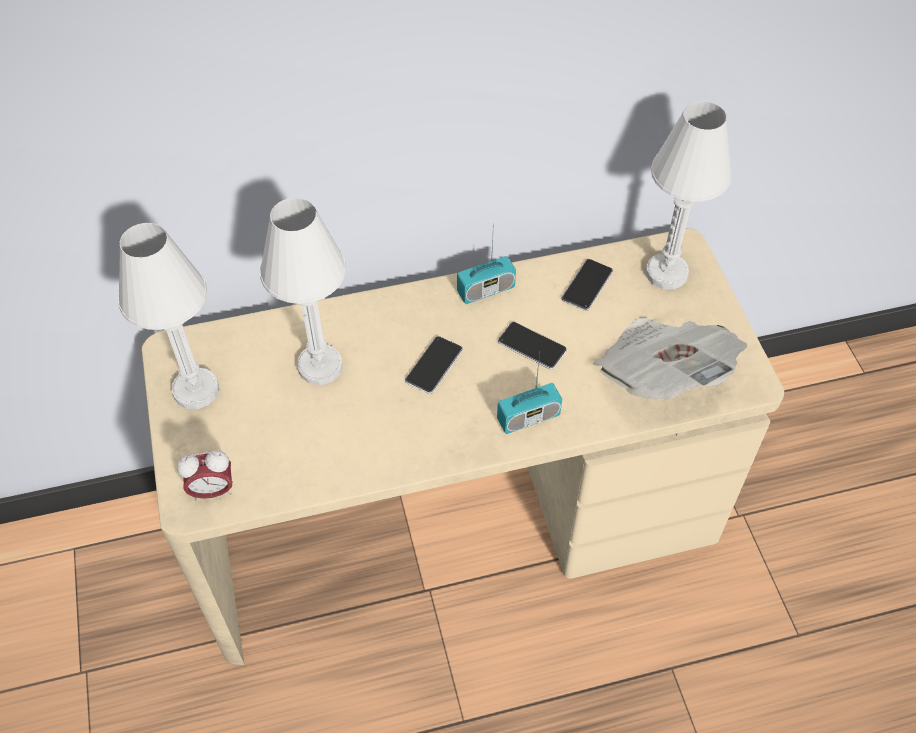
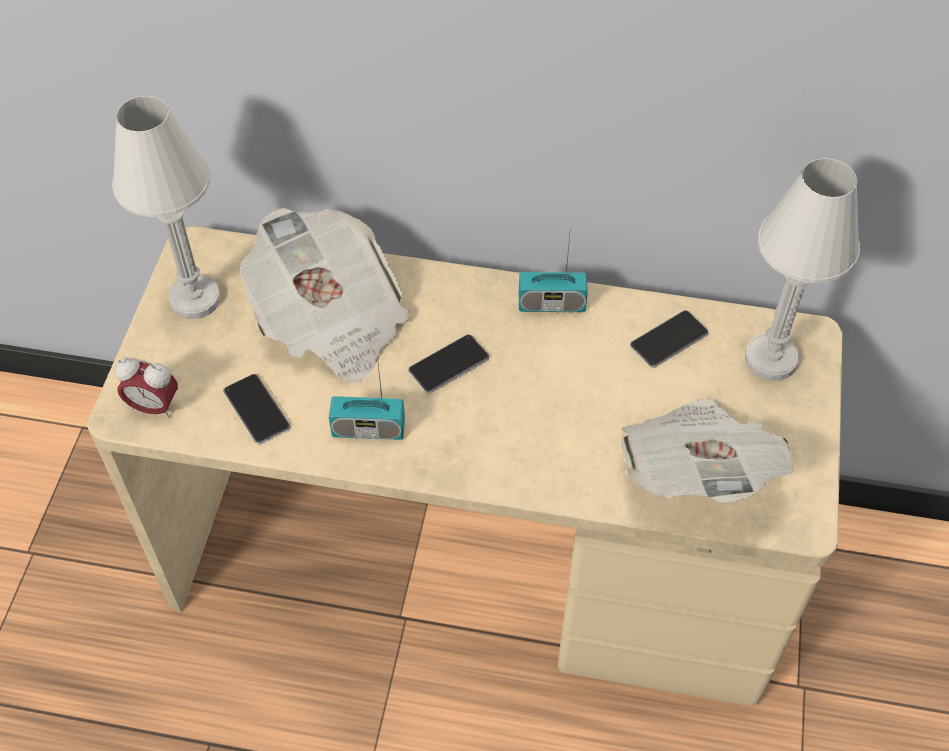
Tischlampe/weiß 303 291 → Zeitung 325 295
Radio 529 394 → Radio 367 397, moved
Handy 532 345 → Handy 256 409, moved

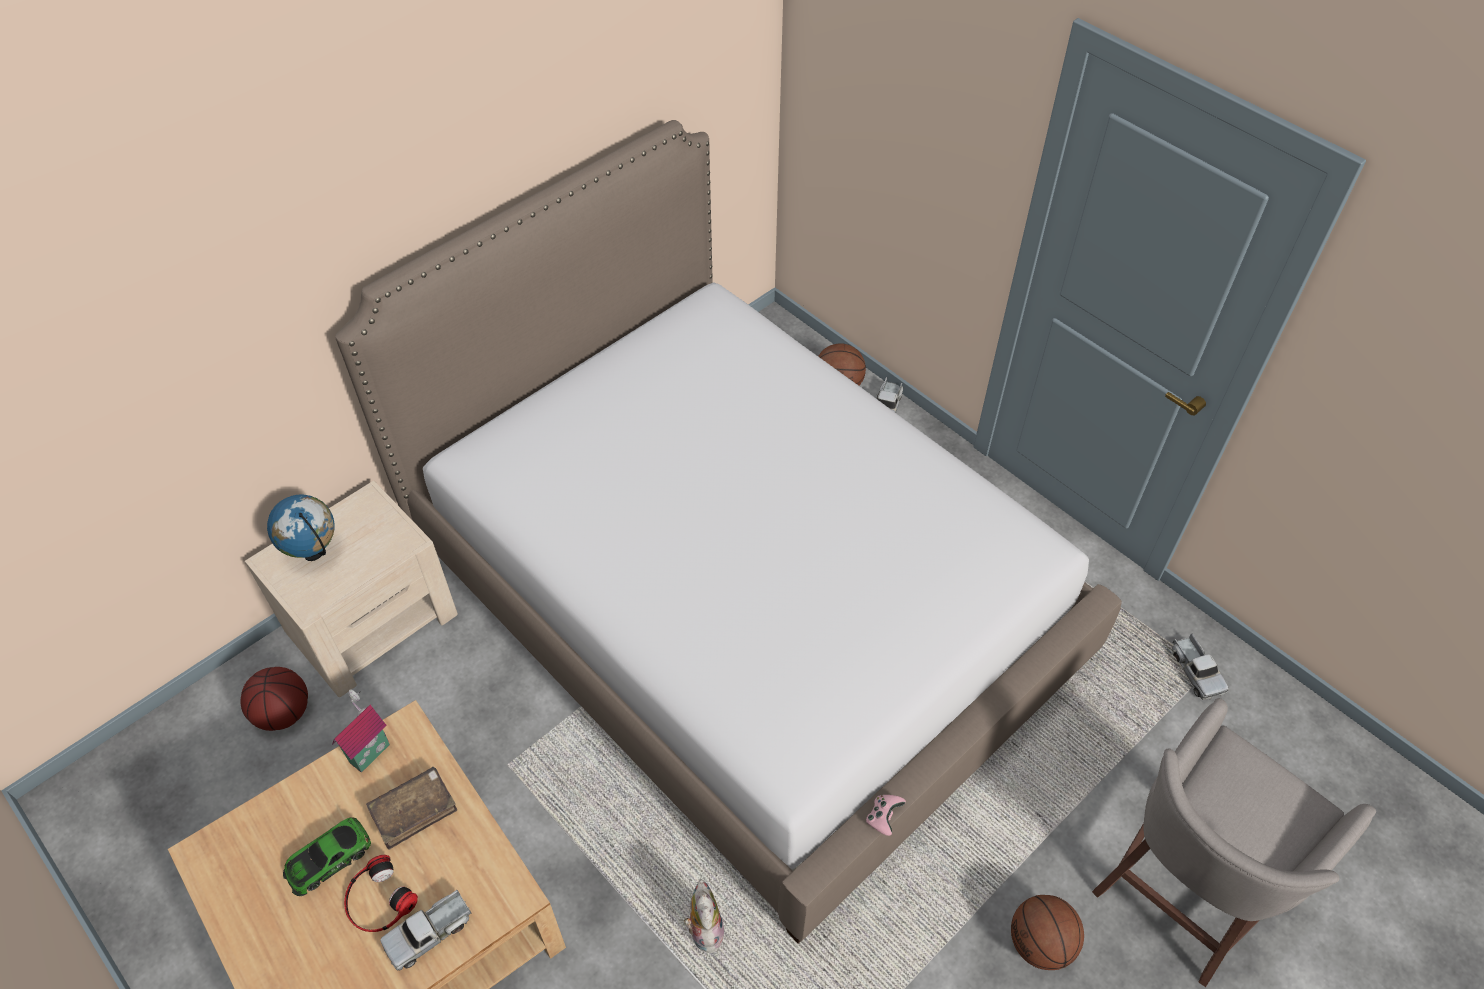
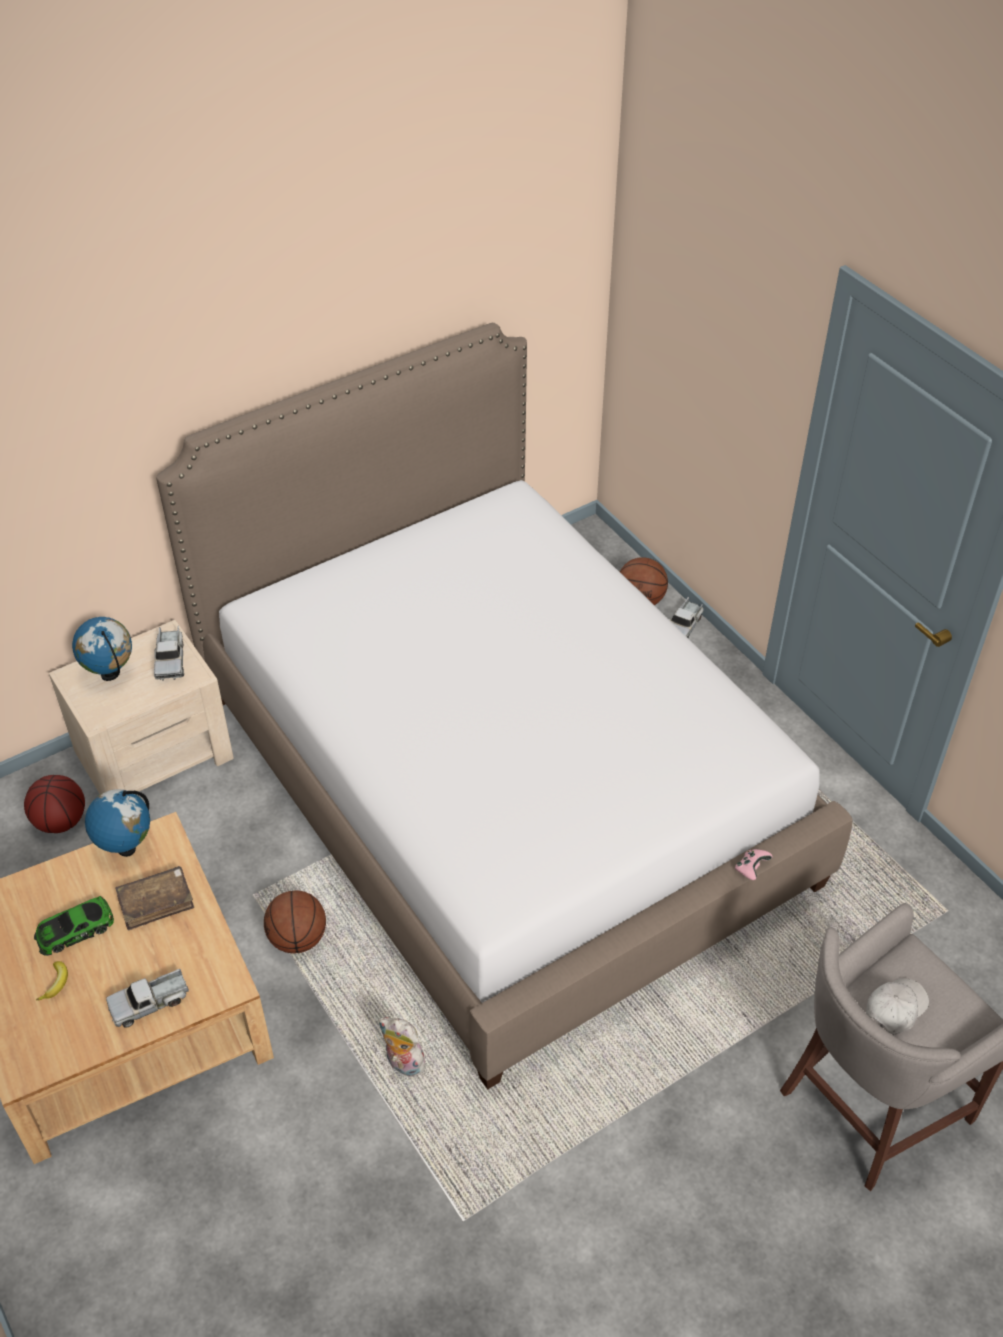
Spielzeughaus 361 731 → Globus 117 823
Kopfhörer 381 893 → -
Plüschtier 704 916 → Plüschtier 404 1047, 60 degrees counterclockwise
Gamepad/rosa 886 815 → Gamepad/rosa 754 864, moved
Basketball 1047 932 → Basketball 295 922, moved
Spielzeuglaster 1200 666 → Spielzeuglaster 169 653, moved
- → Banane 52 981
- → Kappe/weiß 897 1006

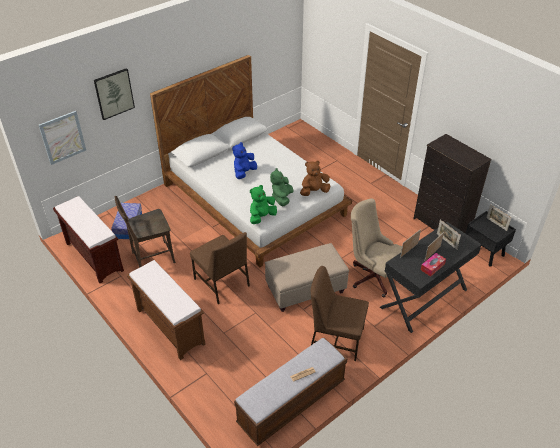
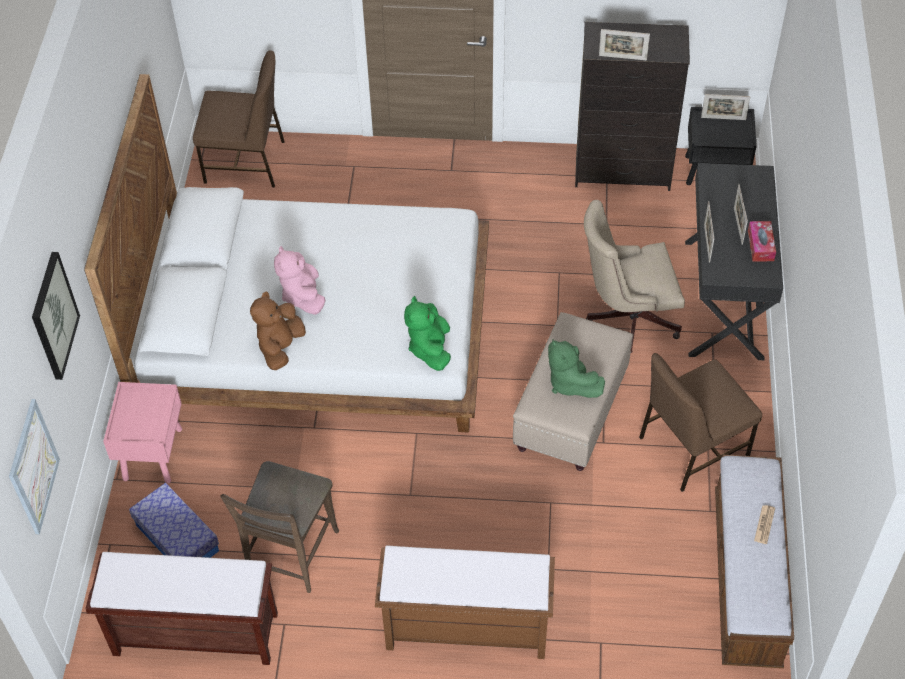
Stuhl/braun 220 268 → Stuhl/braun 239 119, moved
Plüschtier/blau 244 160 → Plüschtier/rosa 300 280
Plüschtier/grün 282 187 → Plüschtier/grün 576 368, moved
Plüschtier/braun 315 178 → Plüschtier/braun 278 331, moved
Bilderrahmen 449 234 → Bilderrahmen 624 44, moved
- → Nachttisch/rosa 142 433

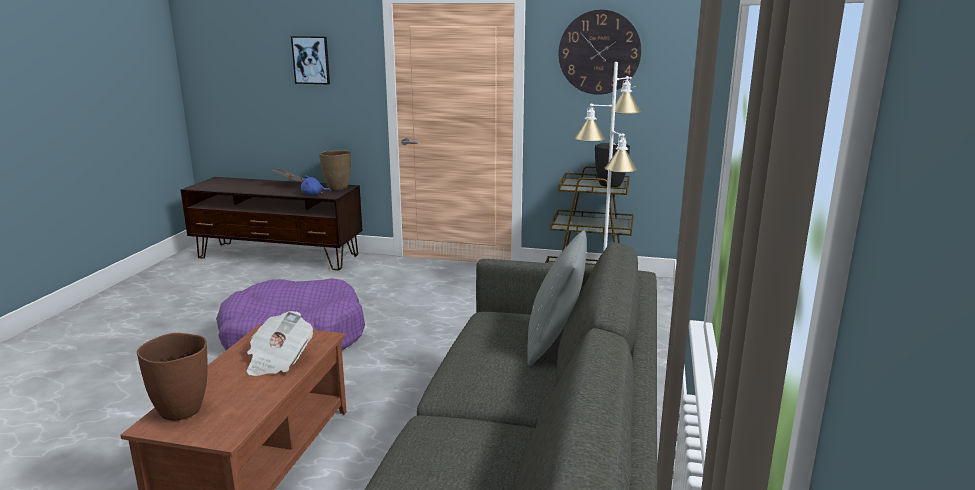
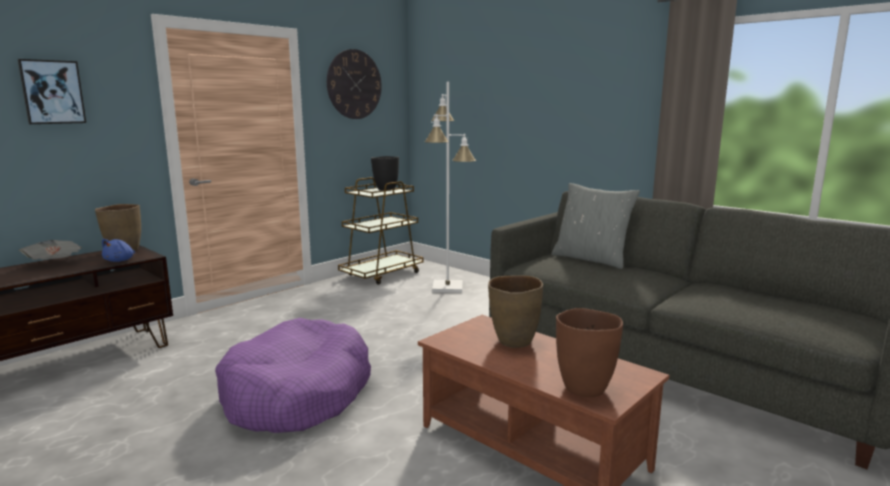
Zeitung 279 343 → Vase/braun 515 311

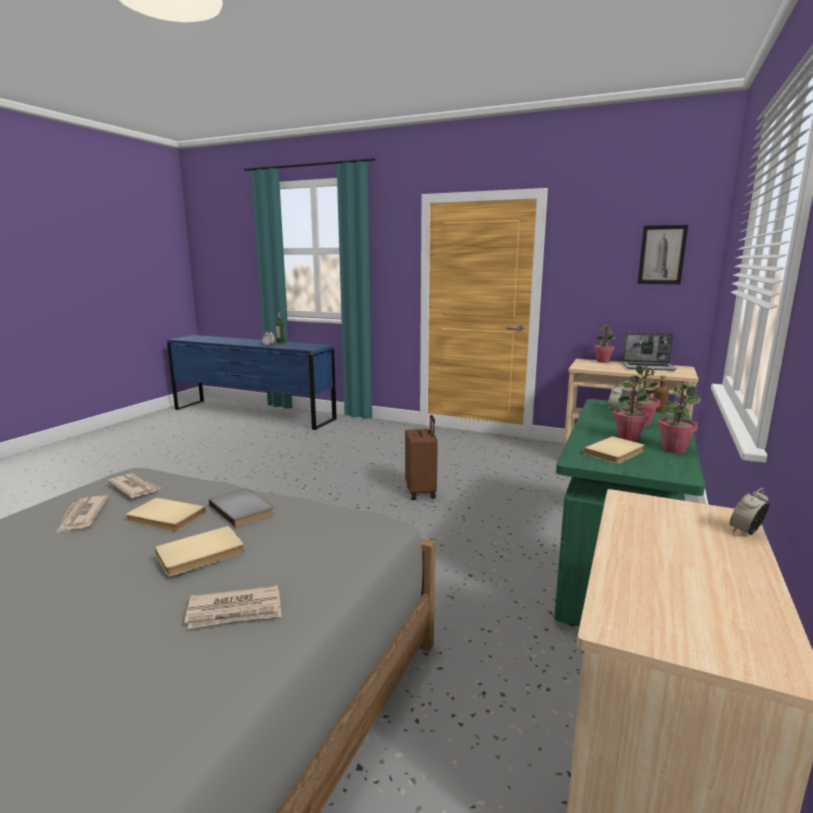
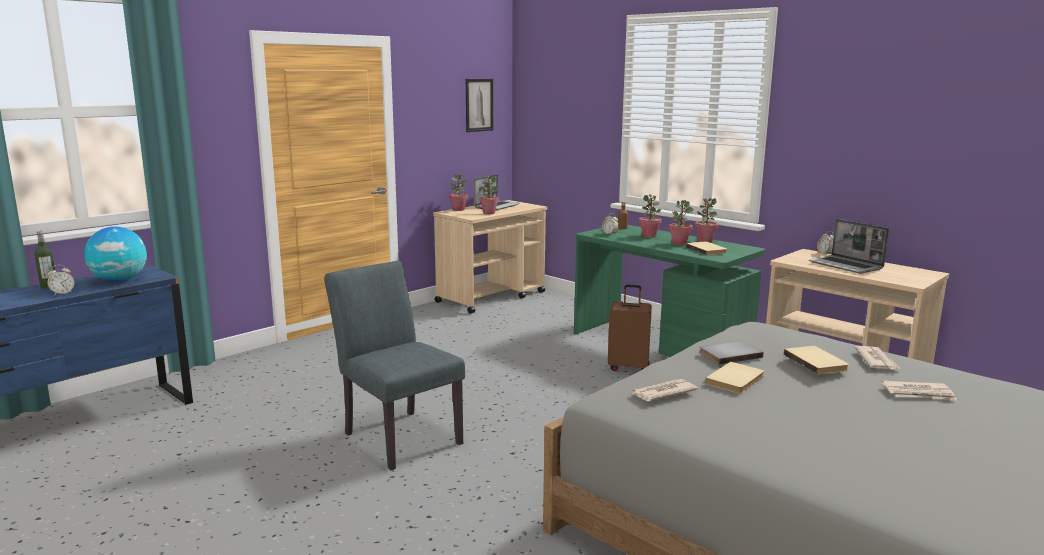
Zeitung 82 514 → Zeitung 919 391, moved
Koffer/braun 421 457 → Koffer/braun 630 327, moved
- → Globus 115 254
- → Stuhl/grau 395 365
- → Topfpflanze 489 195
- → Laptop 849 246

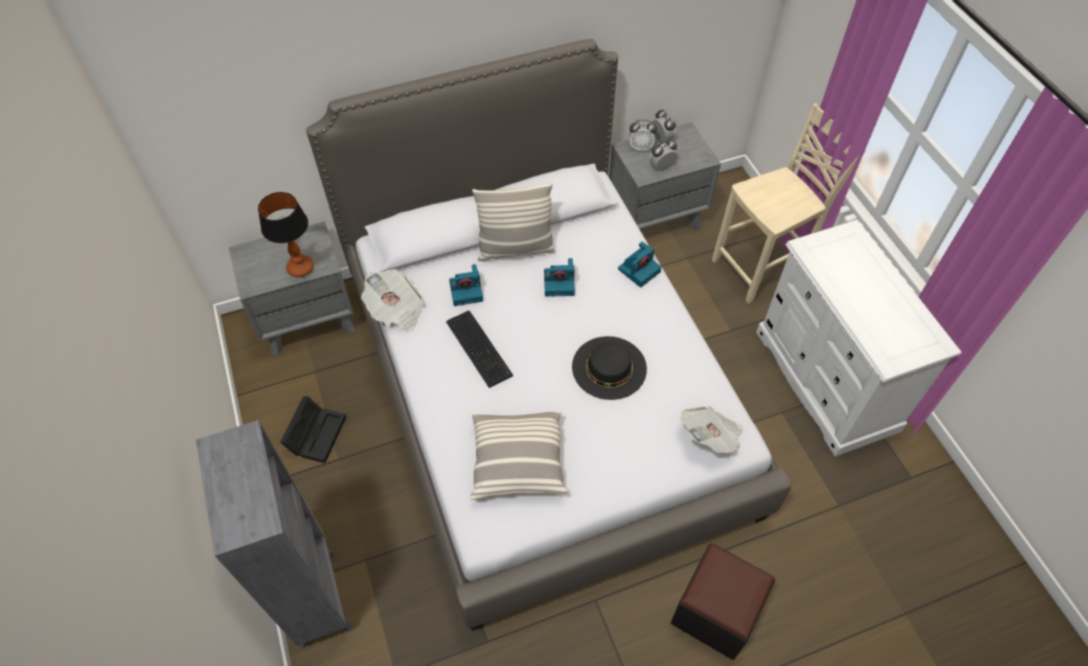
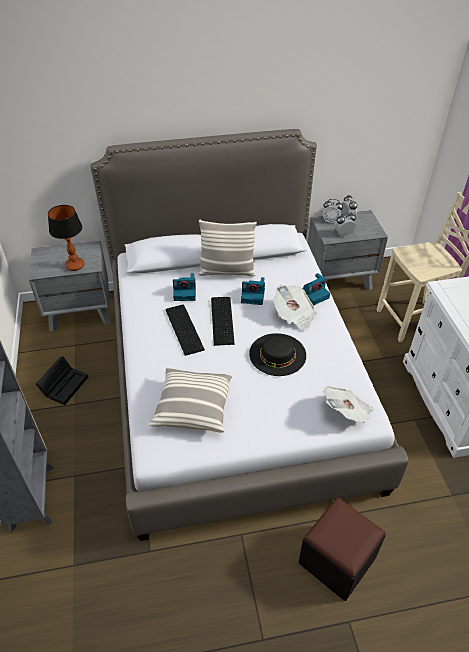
Zeitung 393 300 → Zeitung 294 308, moved
- → Tastatur 223 321

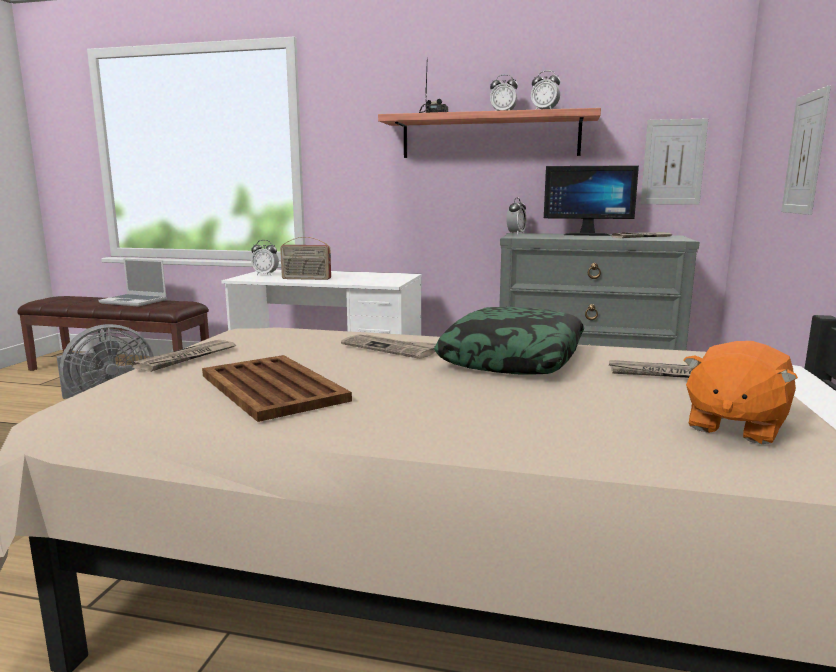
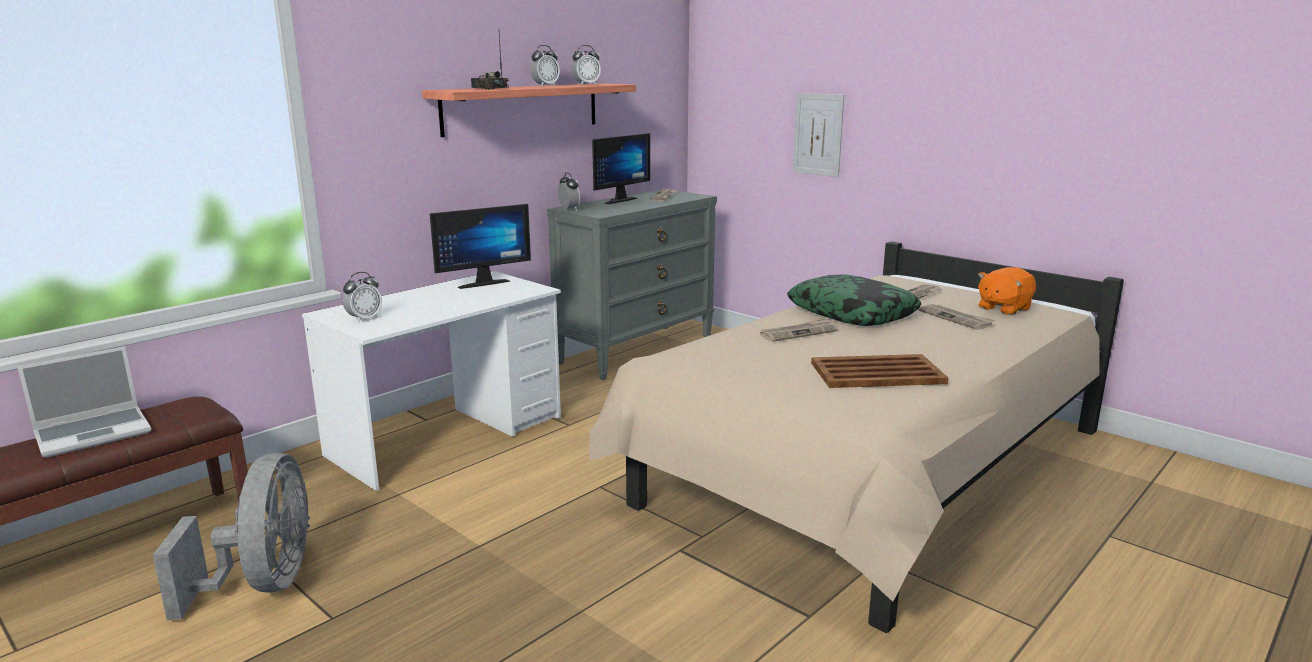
Zeitung 183 356 → Zeitung 956 317, moved
Radio 305 258 → -
Bild 674 161 → -
Plüschtier/orange 741 392 → Plüschtier/orange 1007 291, 75 degrees clockwise
- → Monitor 480 246

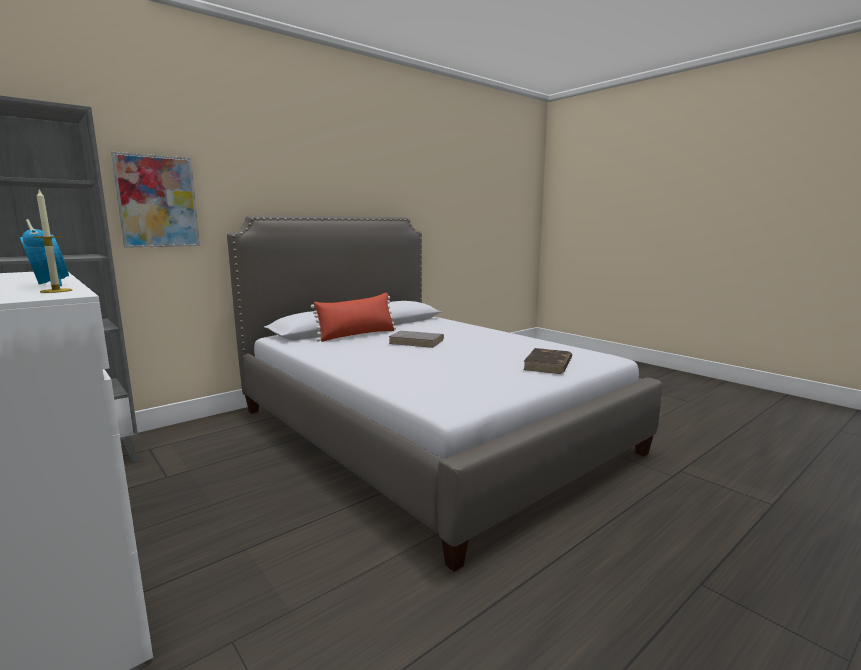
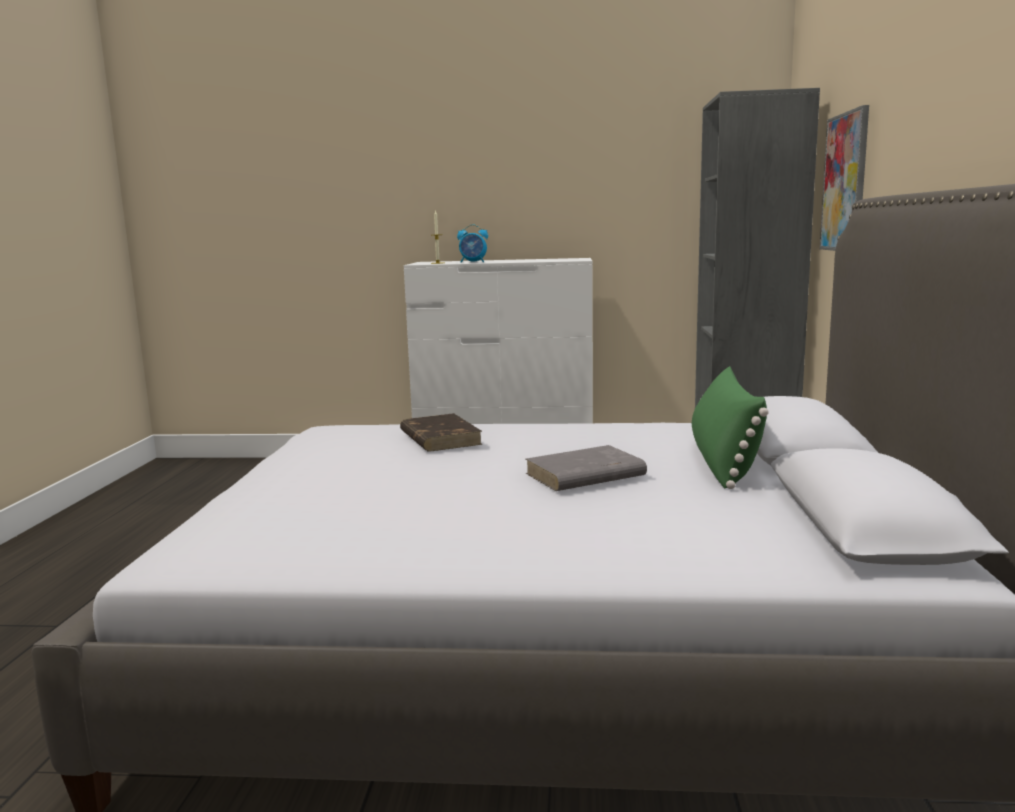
Kissen/rot 353 317 → Kissen/grün 730 427
Buch/braun 547 361 → Buch/braun 441 432, moved

